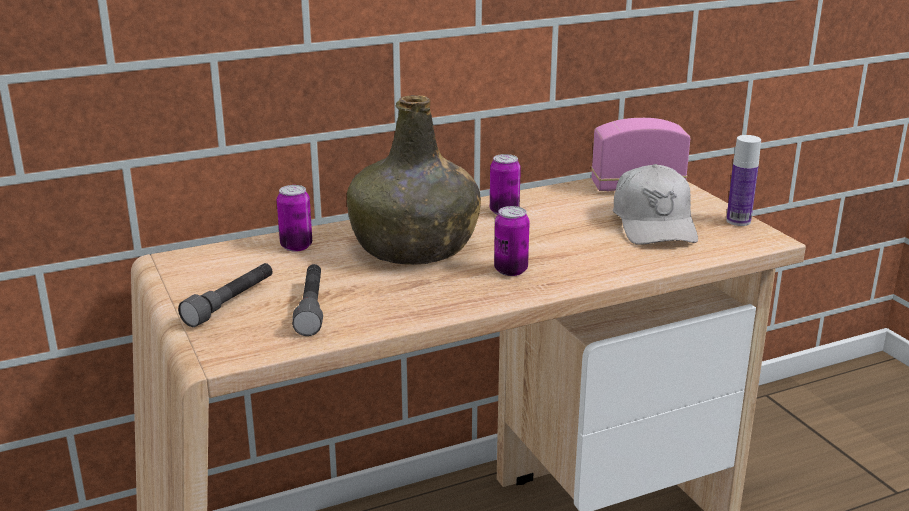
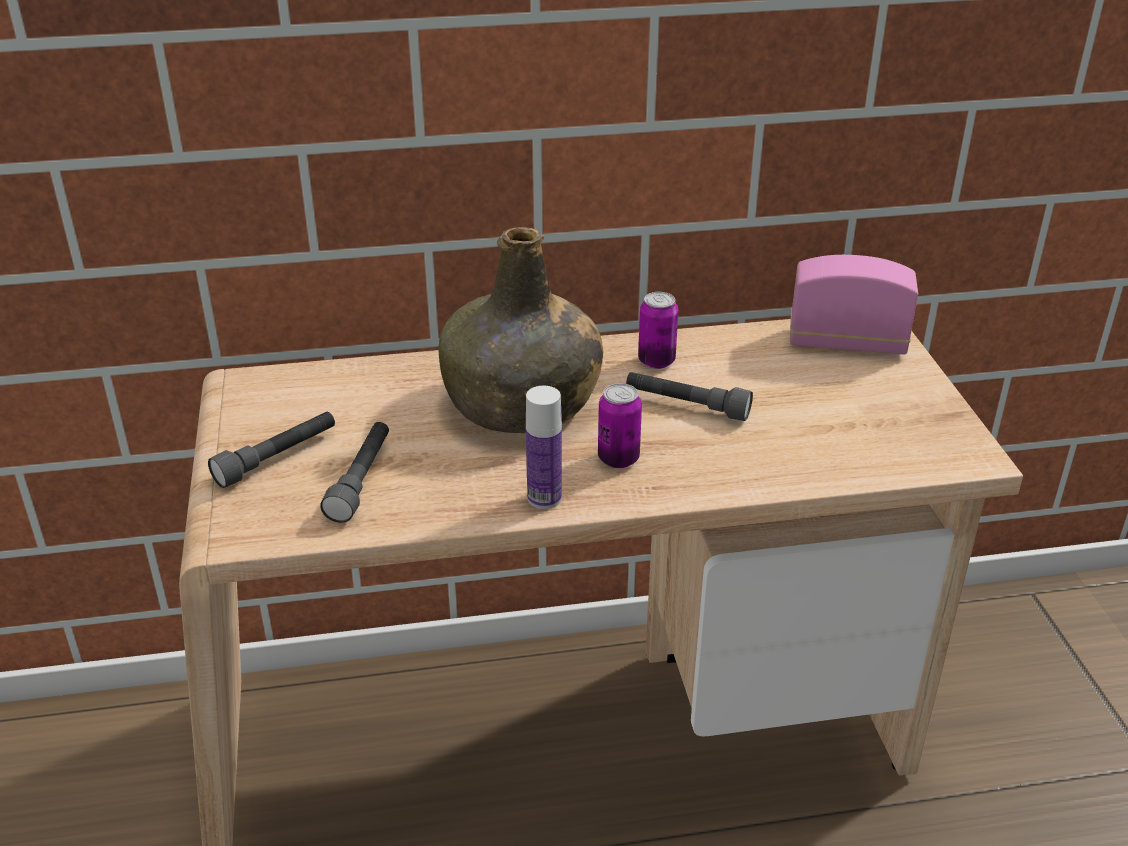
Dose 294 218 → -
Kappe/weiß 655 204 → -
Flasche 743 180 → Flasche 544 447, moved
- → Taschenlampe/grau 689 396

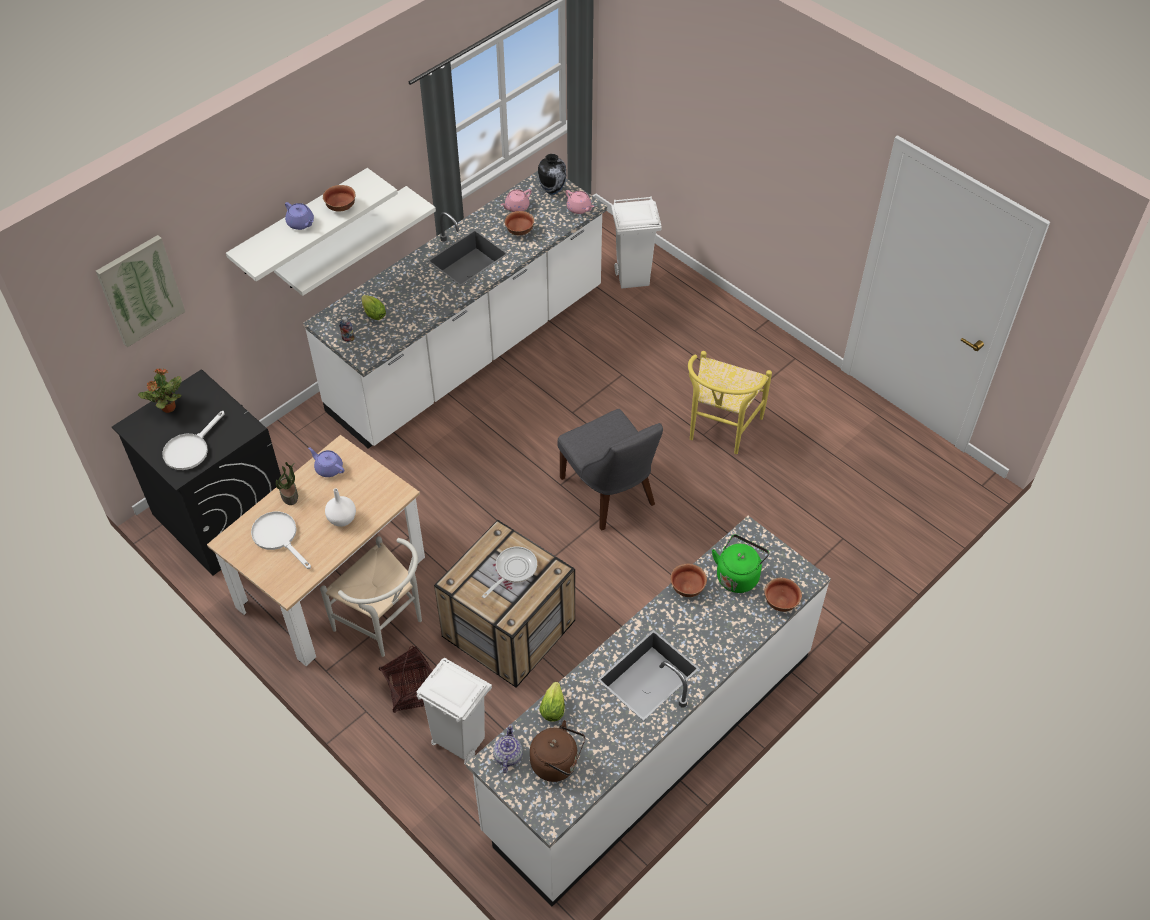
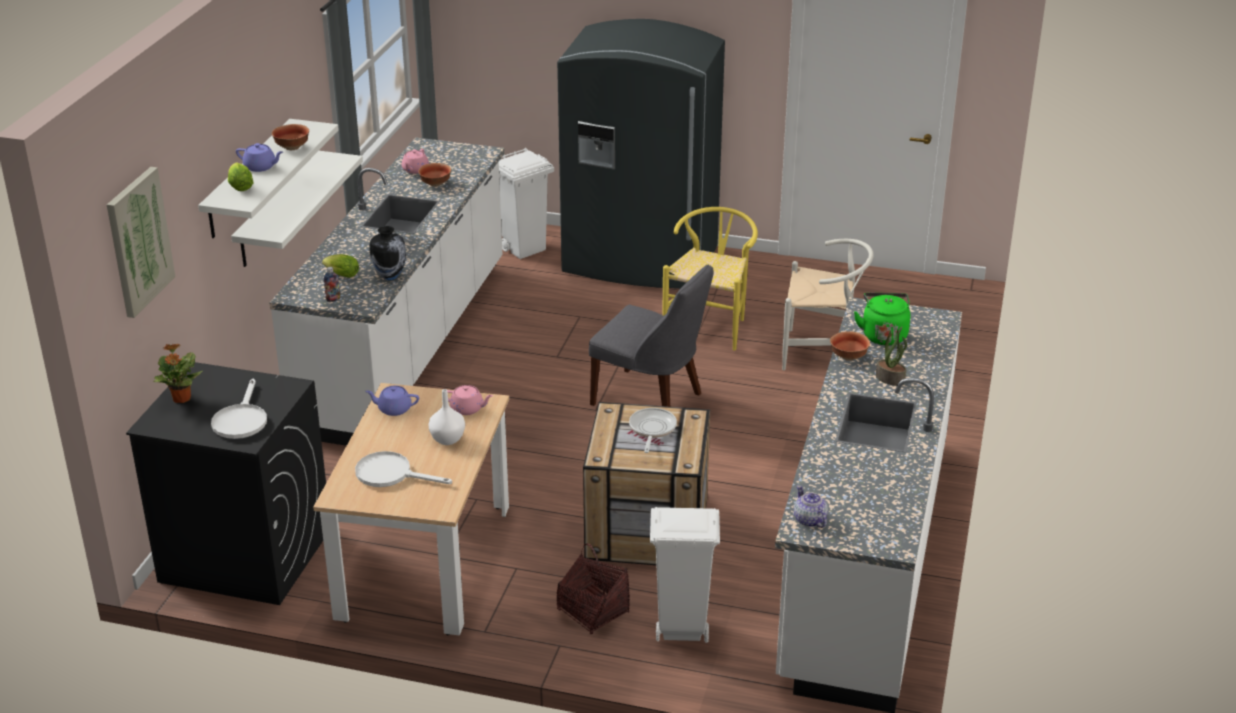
Topfpflanze 287 483 → Topfpflanze 891 356, moved
Stuhl/weiß 371 596 → Stuhl/weiß 828 304, moved
Wasserkessel/braun 557 751 → -
Vase 552 174 → Vase 387 253, moved
Salatkopf 552 702 → Salatkopf 241 176, moved
Teekanne/rosa 579 202 → Teekanne/rosa 470 400, moved
Stuhl/gelb 730 402 → Stuhl/gelb 710 279, 150 degrees counterclockwise
Schüssel 783 595 → -
- → Kühlschrank/grau 641 154

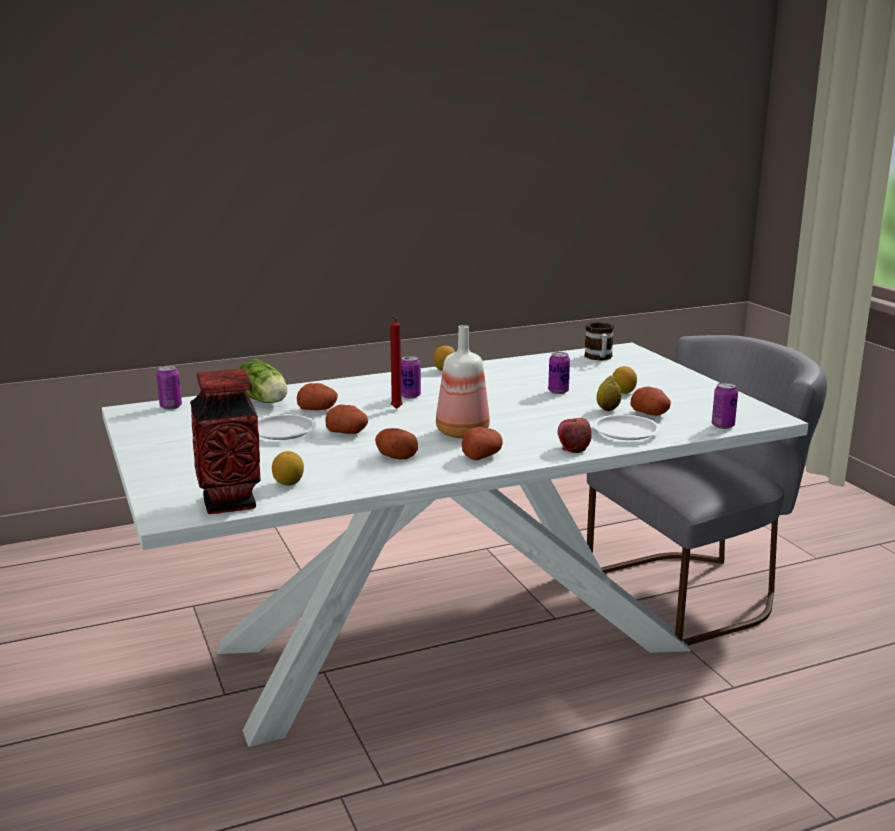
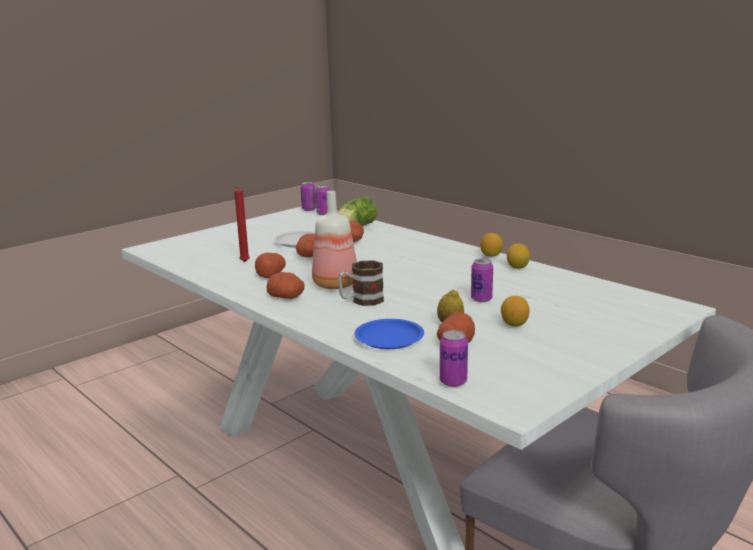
Vase 225 441 → -
Zitrone 288 468 → Zitrone 518 256, moved
Kerze/rot 396 363 → Kerze/rot 240 222, moved
Dose 411 377 → Dose 308 196, moved
Apfel 575 435 → -
Henkelbecher 599 341 → Henkelbecher 361 283, moved
Teller/weiß 626 427 → Teller/blau 389 334

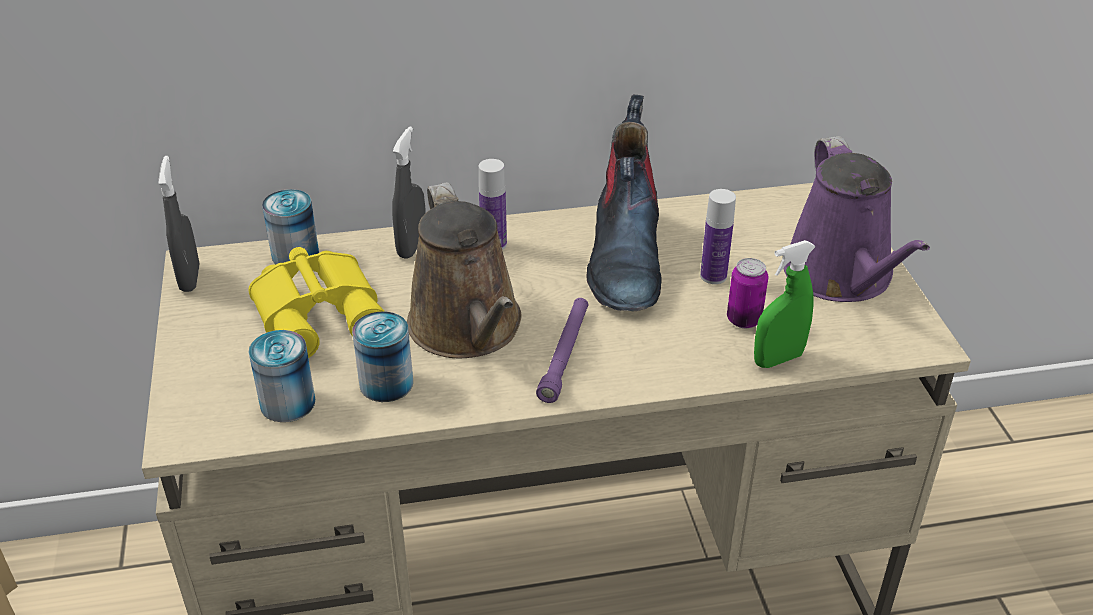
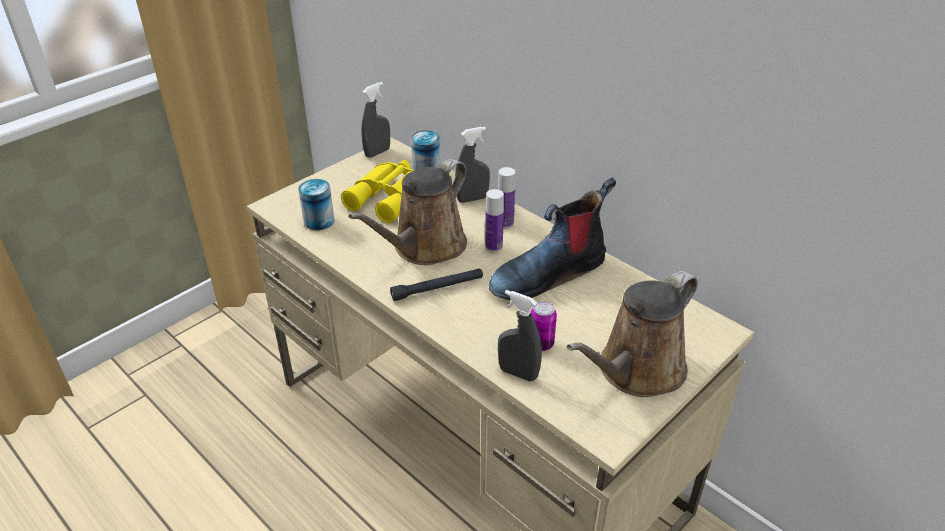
Dose 382 357 → -
Taschenlampe/lila 562 350 → Taschenlampe/schwarz 436 284
Flasche 718 236 → Flasche 494 220, moved
Sprühflasche/grün 785 304 → Sprühflasche/grau 520 335
Gießkanne/lila 857 219 → Gießkanne/braun 632 334

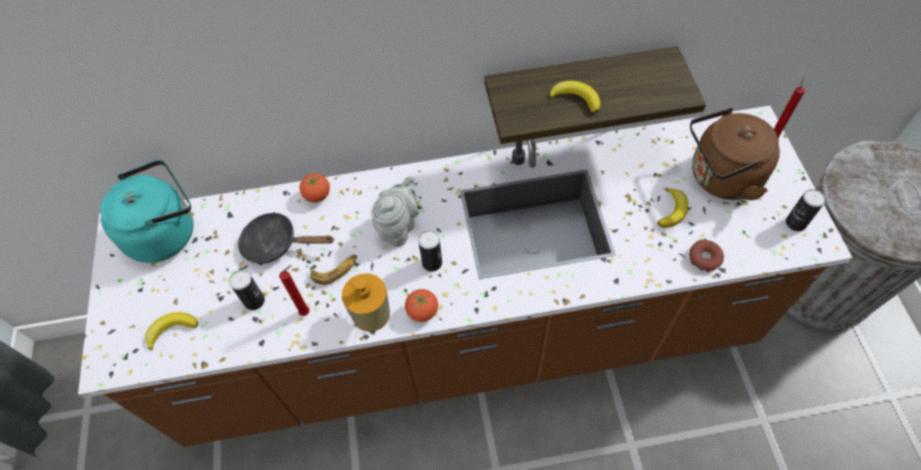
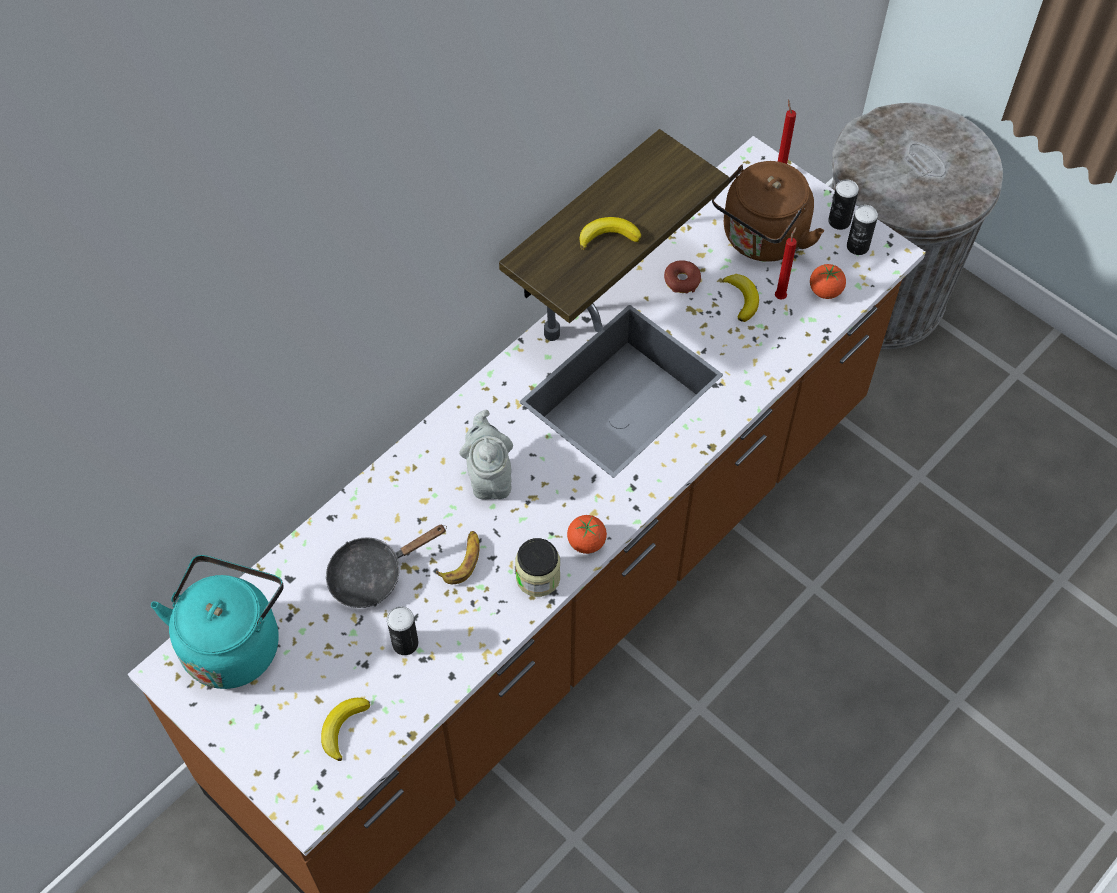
Kerze/rot 294 290 → Kerze/rot 786 263, moved
Tomate 315 188 → Tomate 828 281, moved
Seifenspender 366 302 → Vorratsglas 537 567
Dose 430 251 → Dose 843 204, moved
Donut 706 256 → Donut 682 277, moved

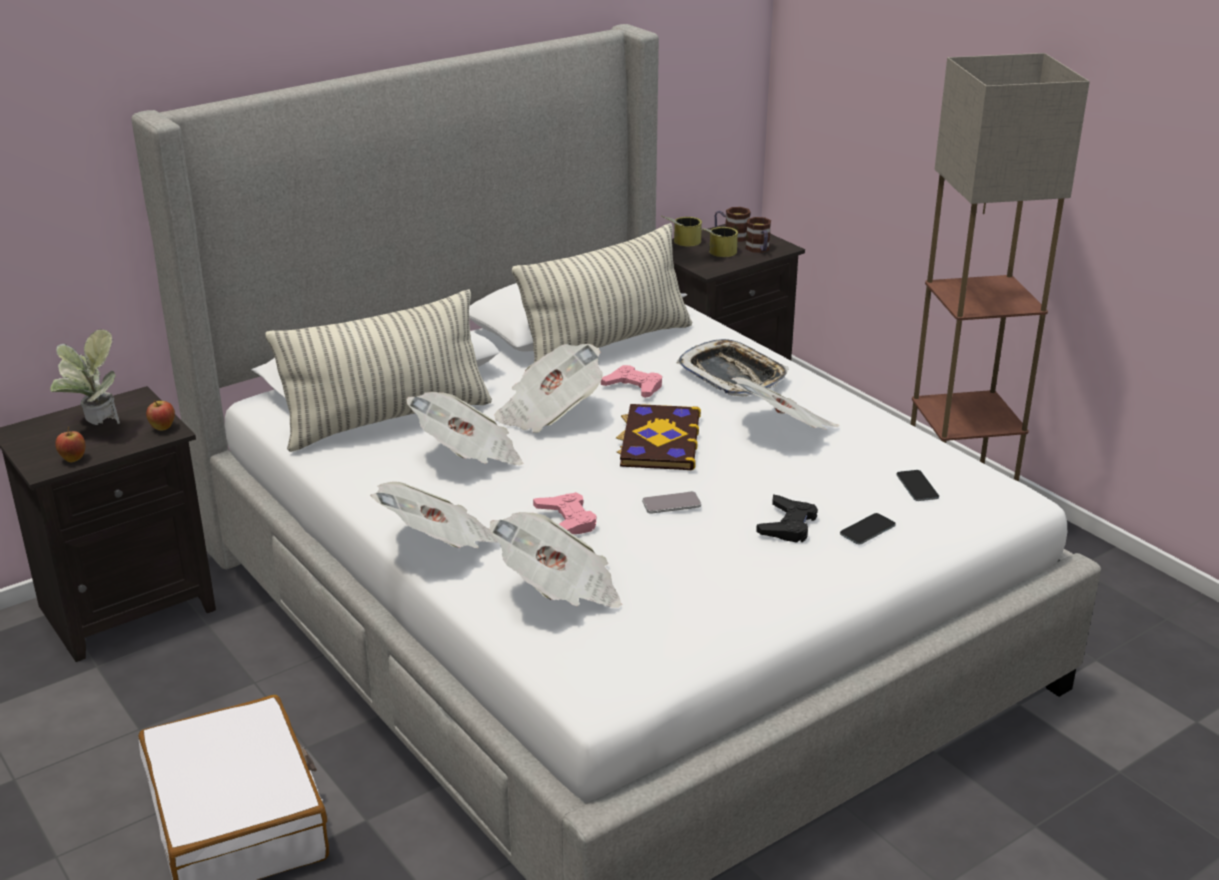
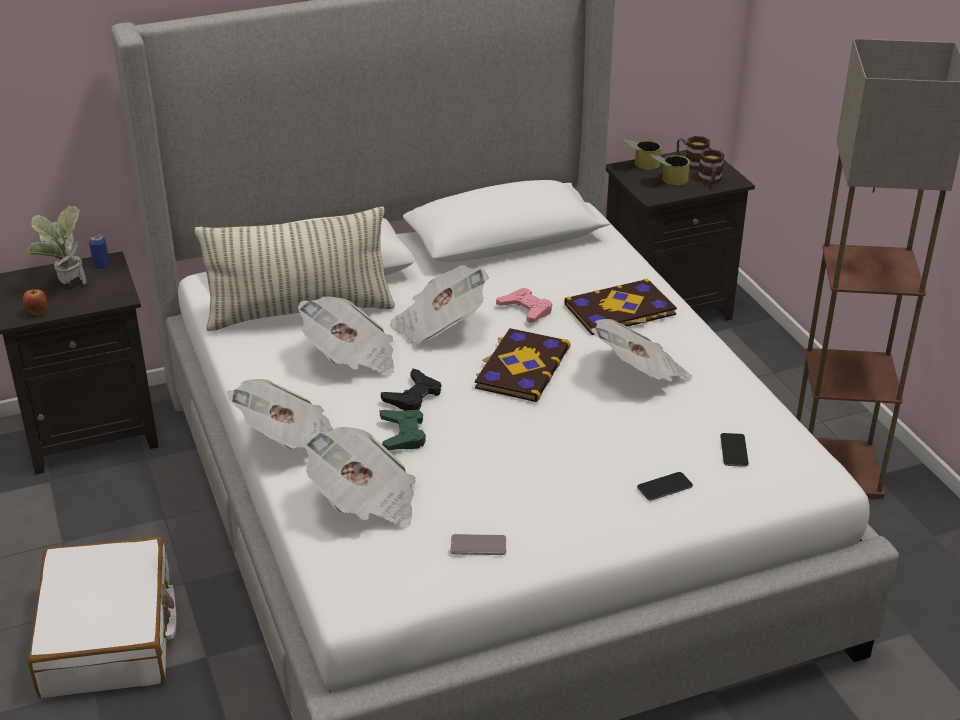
Apfel 160 415 → -
Kissen 602 293 → -
Gamepad/rosa 564 513 → Gamepad/grün 403 430
Handy 671 502 → Handy 478 544, moved
Tablett 733 368 → Buch 620 306
Gamepad/schwarz 787 518 → Gamepad/schwarz 411 389, moved
- → Dose 99 251

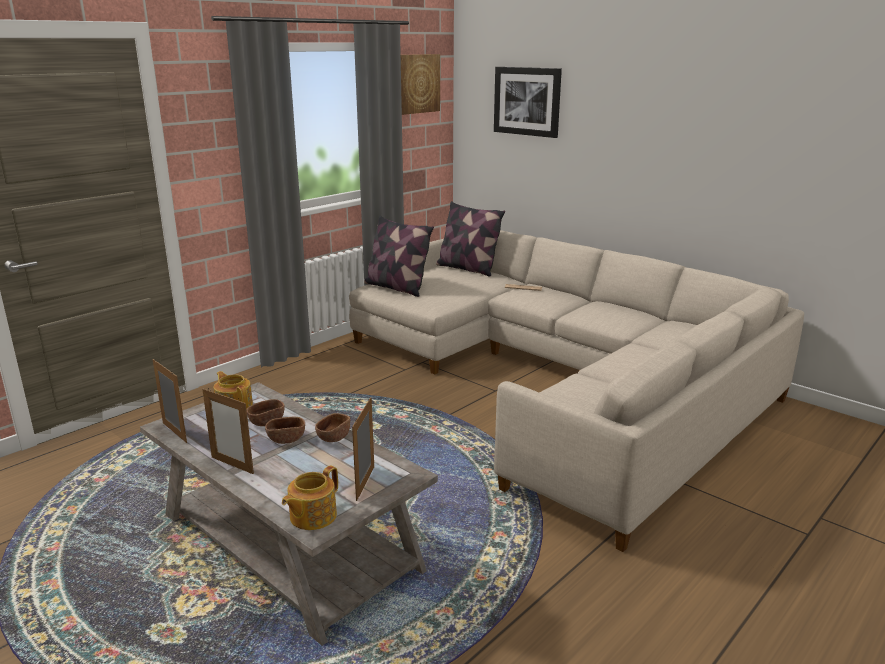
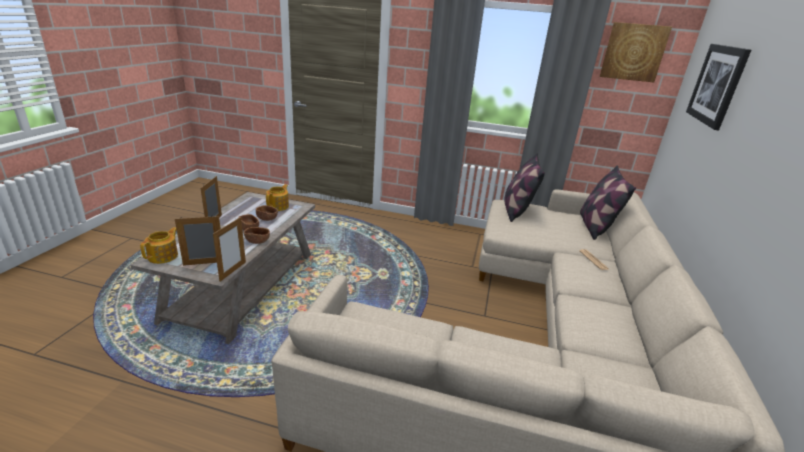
Bilderrahmen 170 401 → Bilderrahmen 229 249, moved
Teekanne 310 497 → Teekanne 159 245, 105 degrees clockwise

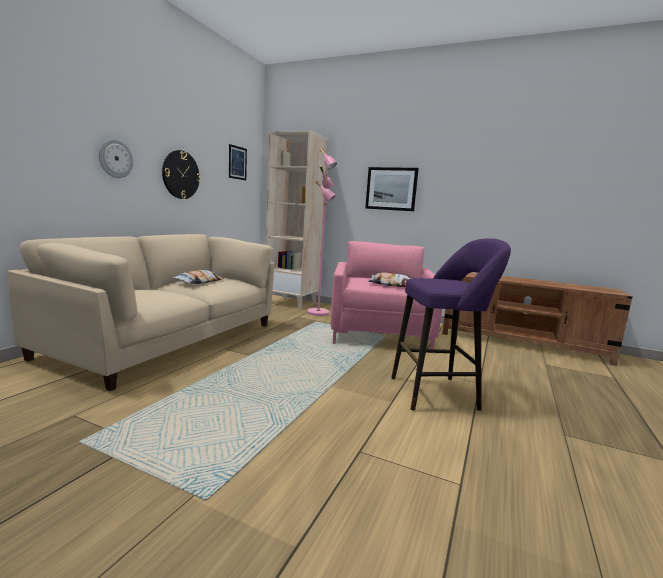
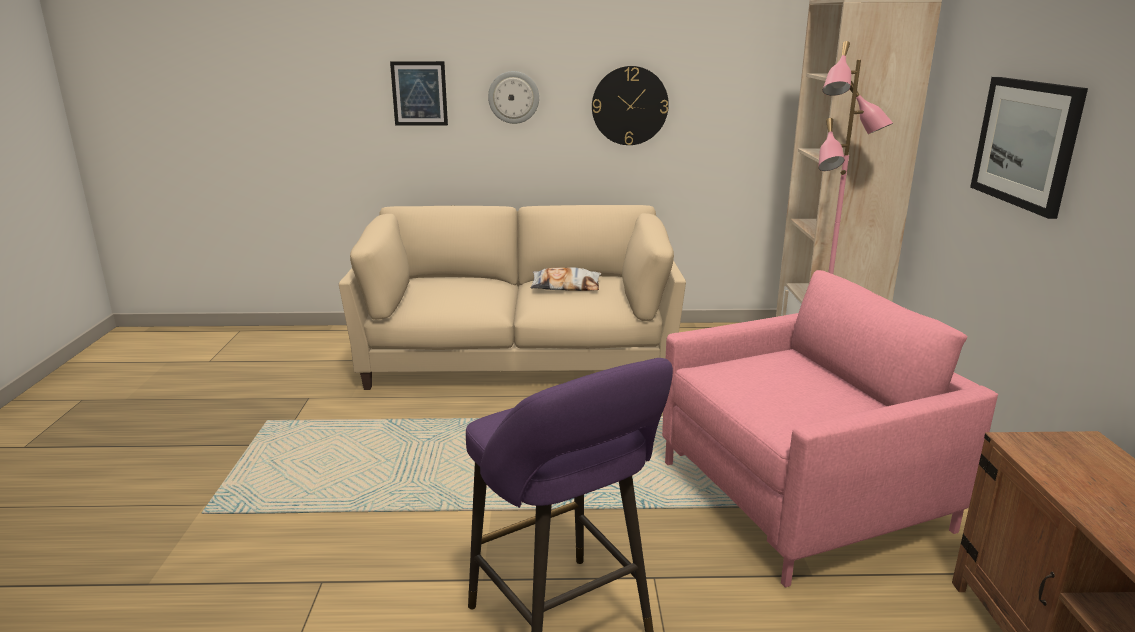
Bild 238 162 → Bild 419 93, moved
Kissen 389 279 → -

